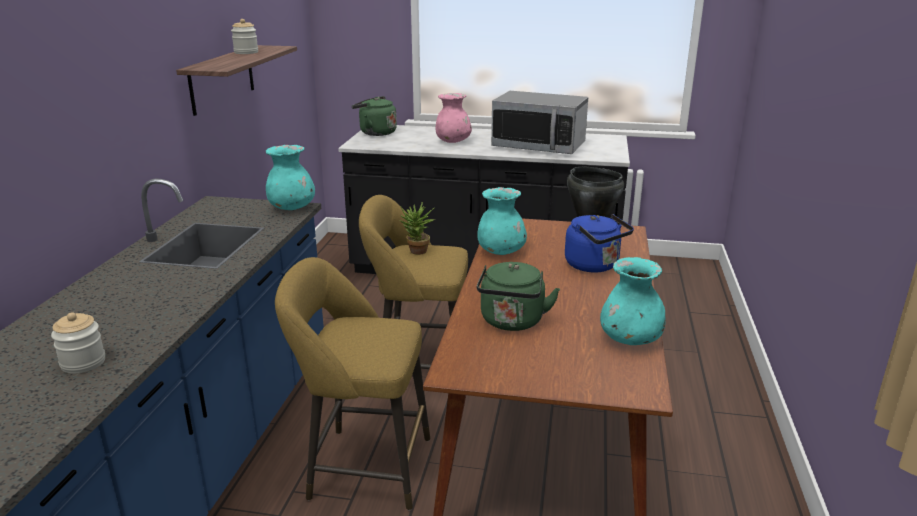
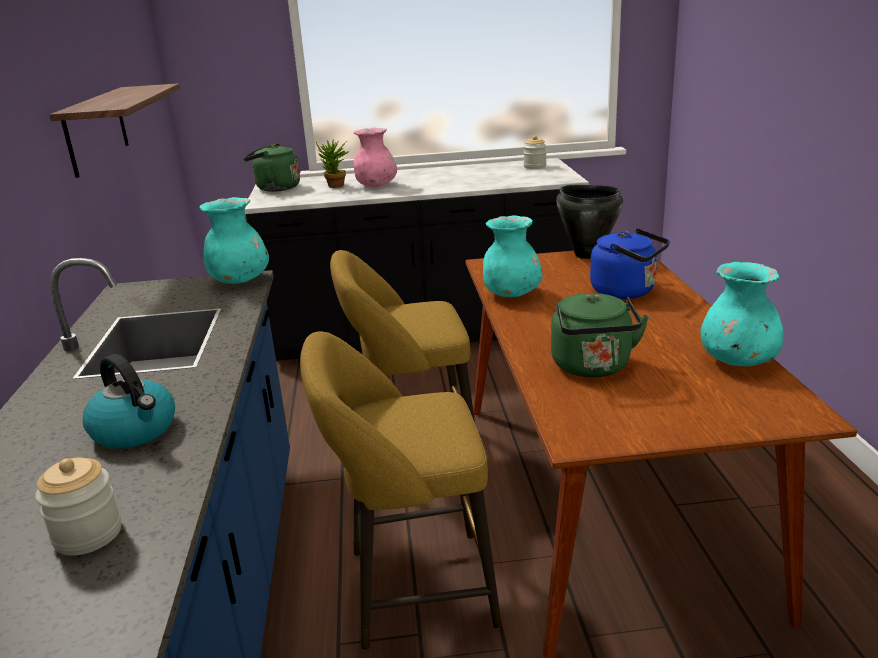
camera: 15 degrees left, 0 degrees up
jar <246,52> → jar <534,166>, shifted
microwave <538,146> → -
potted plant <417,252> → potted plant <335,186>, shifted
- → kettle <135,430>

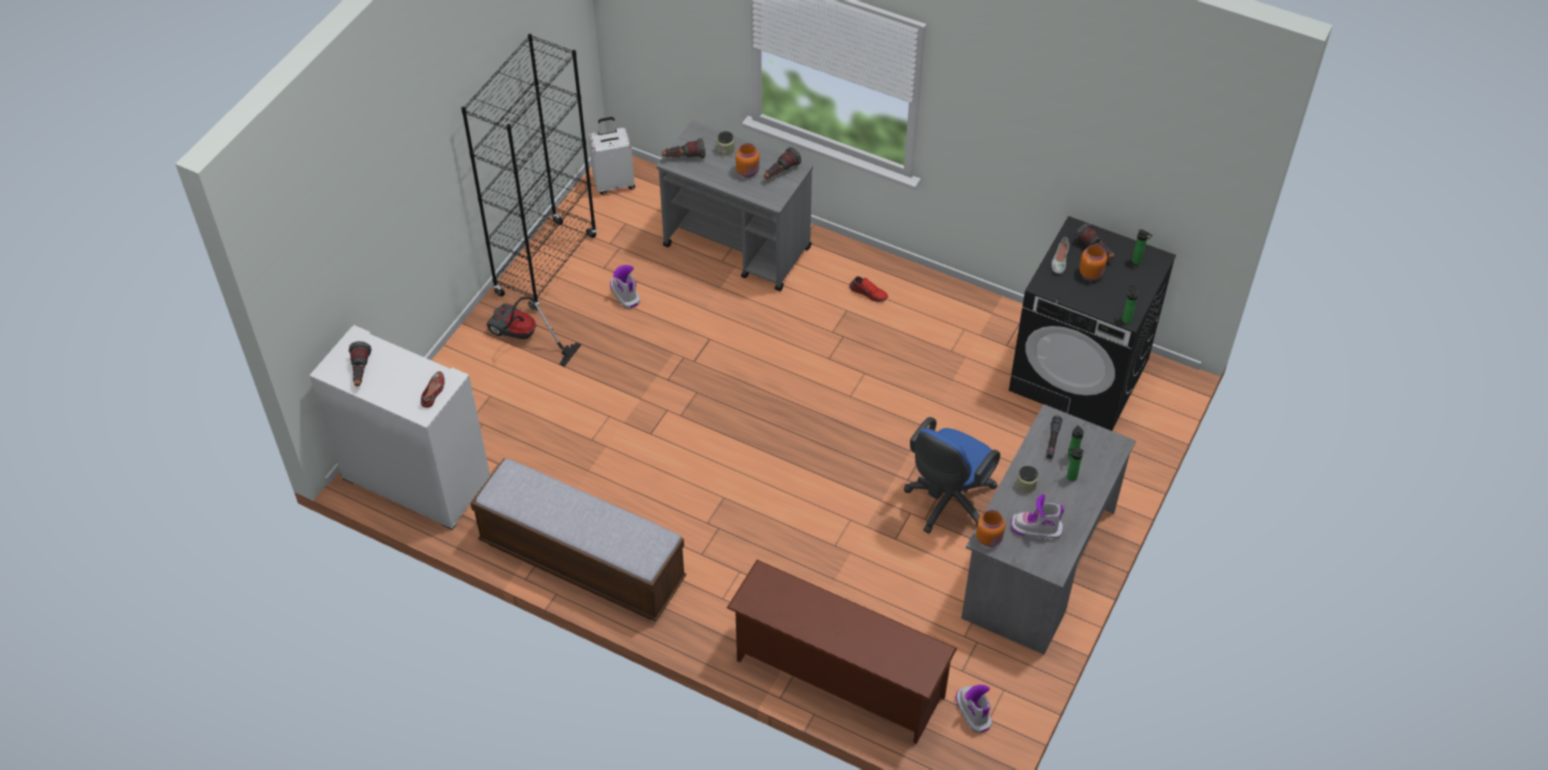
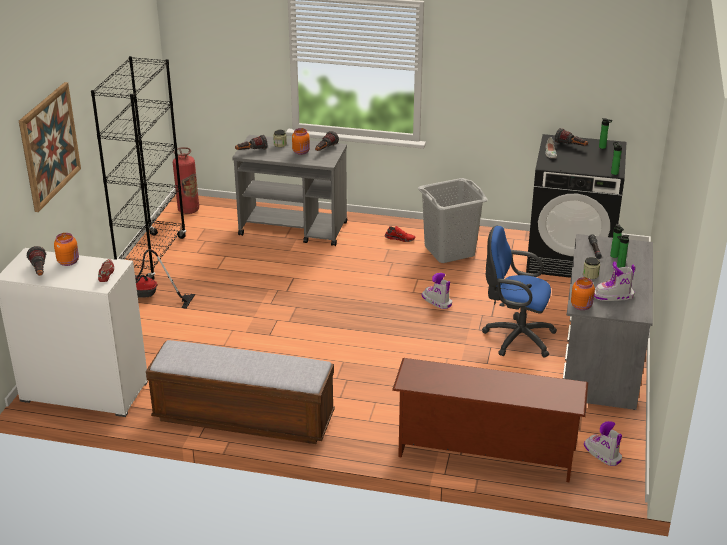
camera: 15 degrees left, 20 degrees down
white suitcase <614,183> → fire extinguisher <188,210>
orange jar <1091,273> → orange jar <69,262>, shifted
boot <624,294> → boot <436,301>, shifted
blue office chair <947,503> → blue office chair <515,338>, 90 degrees clockwise
- → picture <49,146>
- → grey laundry basket <450,251>

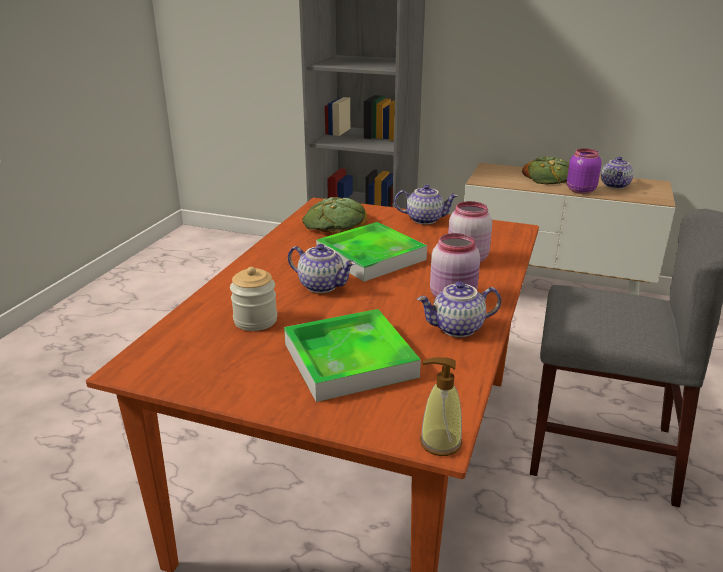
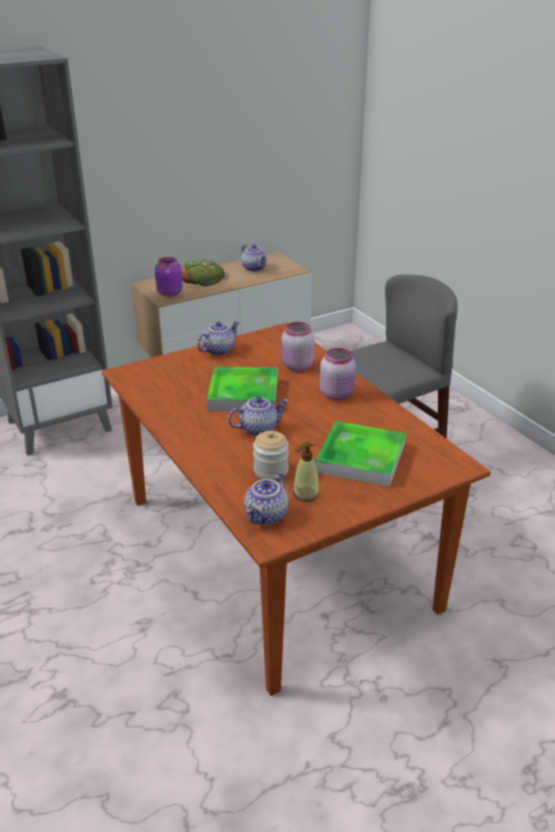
camera: 50 degrees left, 5 degrees up
purple jar <579,190> → purple jar <169,293>, shifted
bread <335,223> → -
teapot <457,329> → teapot <267,516>, shifted
soap dispenser <440,442> → soap dispenser <305,494>, shifted

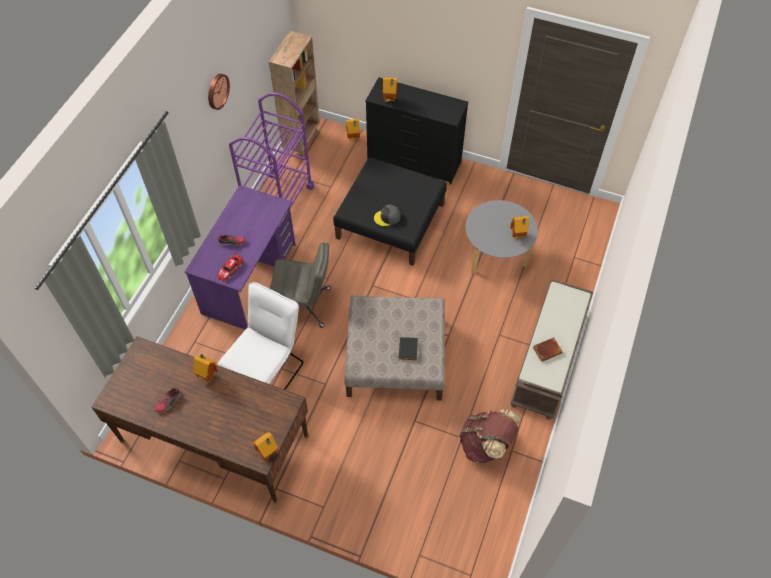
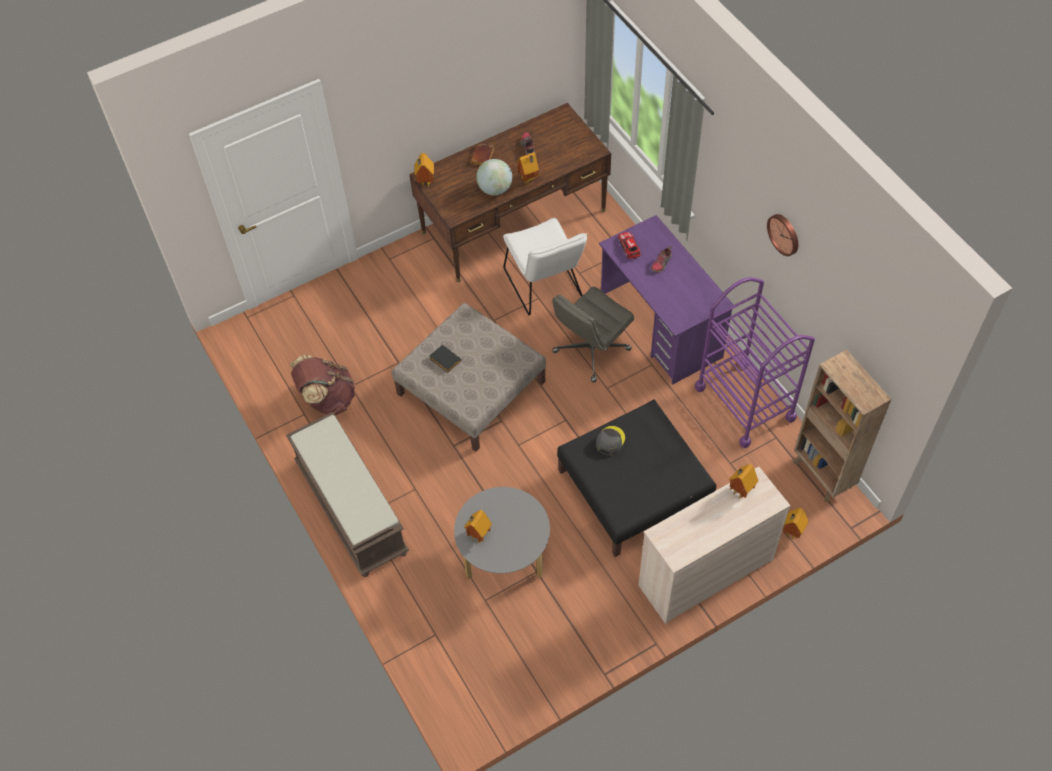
camera: 130 degrees right, 0 degrees up
black dresser <414,161> → beige dresser <705,572>
brown book <547,350> → brown book <483,157>, shifted
- → globe <495,189>

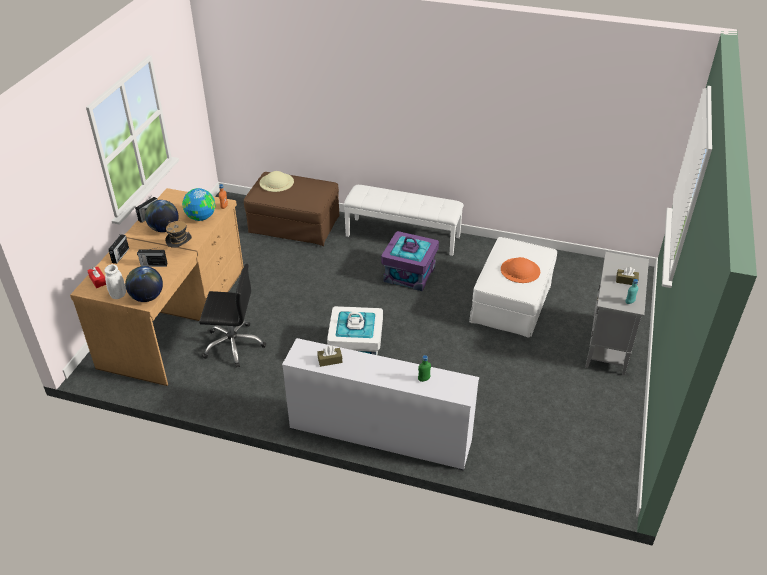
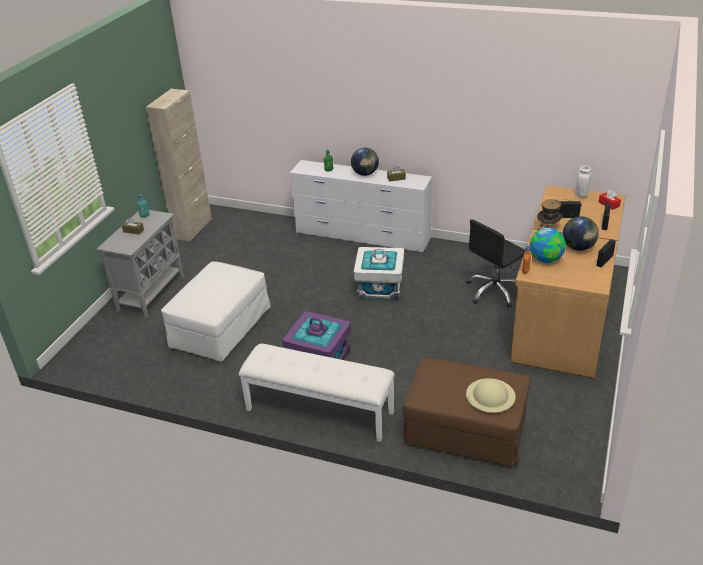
camera: 175 degrees left, 5 degrees down
orange hat <520,270> → -
black office chair <233,345> → black office chair <494,291>, 45 degrees counterclockwise
globe <147,297> → globe <365,174>, shifted
- → beige cabinet <192,228>

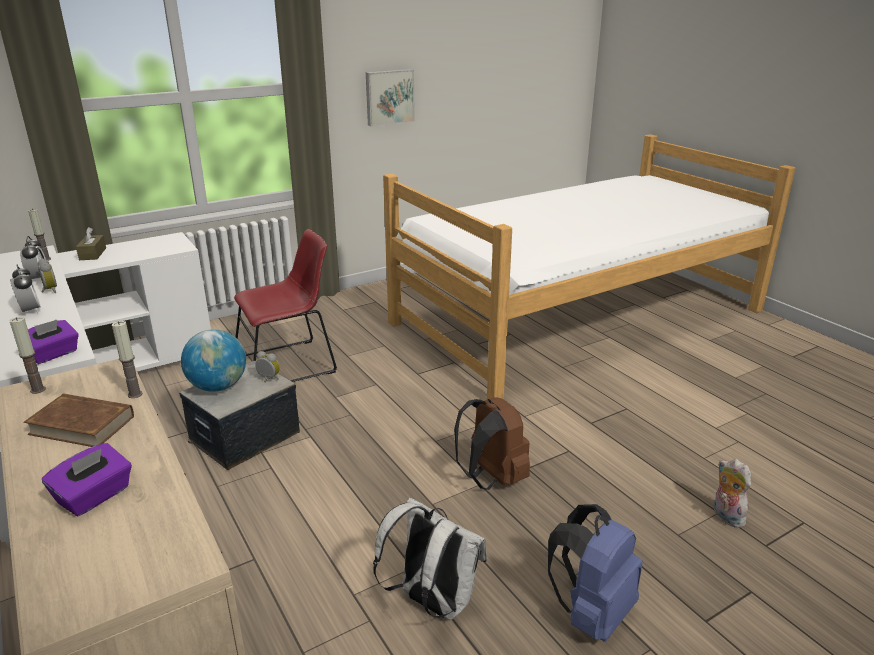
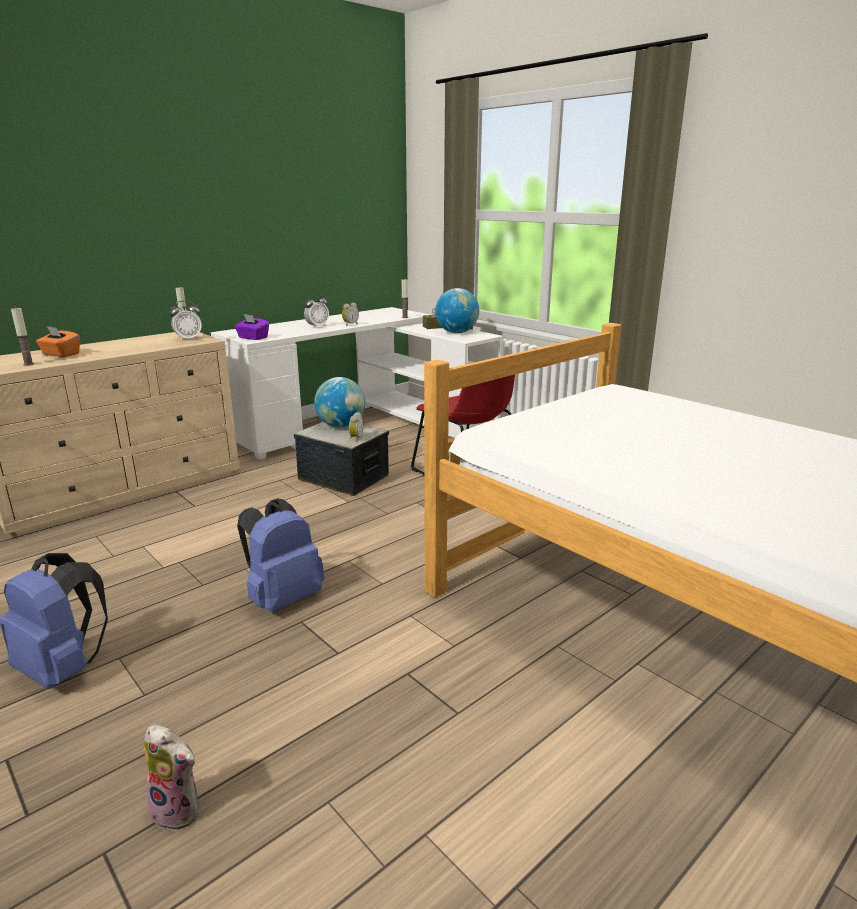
camera: 80 degrees right, 5 degrees down
picture <389,97> → -
alarm clock <39,279> → alarm clock <188,339>, shifted
candle <135,394> → candle <28,364>, shifted
brown book <82,425> → -
brown backpack <491,478> → blue backpack <283,598>
purple tissue box <95,496> → orange tissue box <60,354>
plush toy <725,516> → plush toy <179,809>, 60 degrees clockwise
white backpack <432,602> → -
- → globe <456,332>

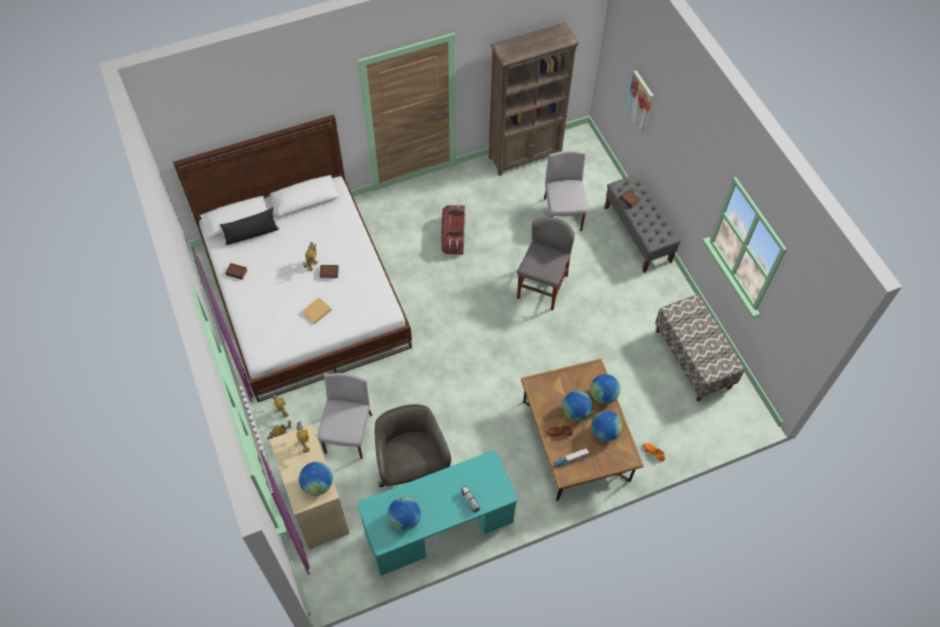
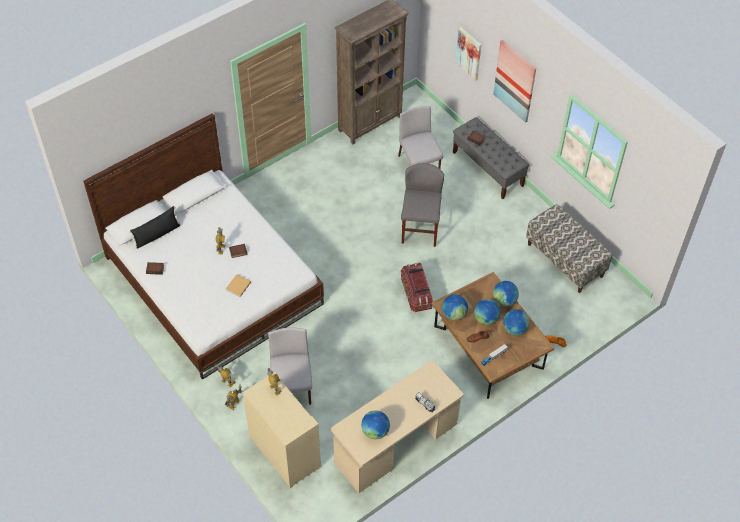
camera: 15 degrees left, 5 degrees down
storage box <453,236> → storage box <416,293>, shifted
grey office chair <412,470> → -
turquoise desk <439,528> → beige desk <396,444>
globe <317,484> → globe <454,314>, shifted
- → picture <515,81>

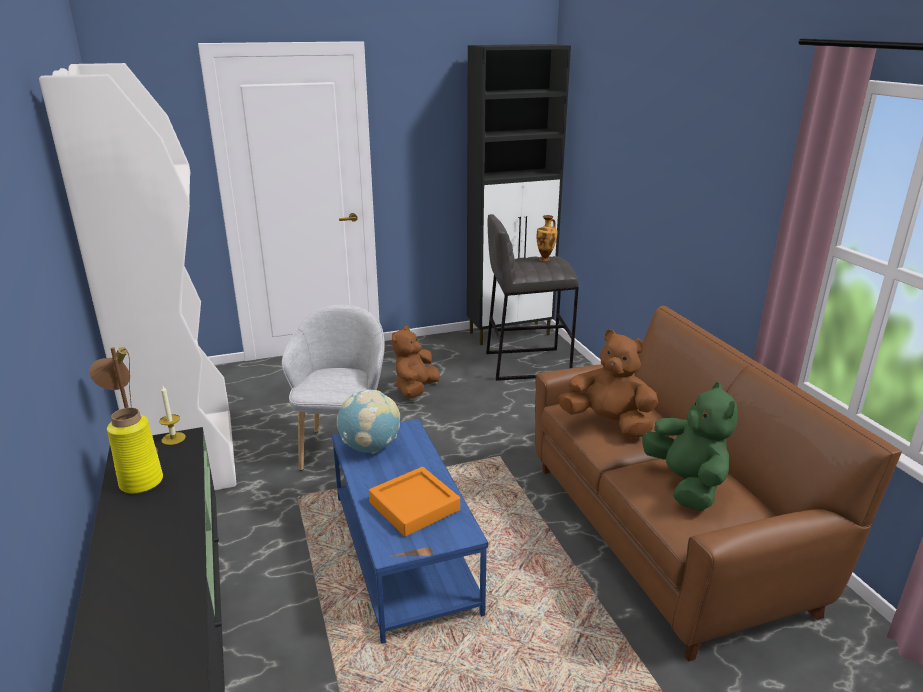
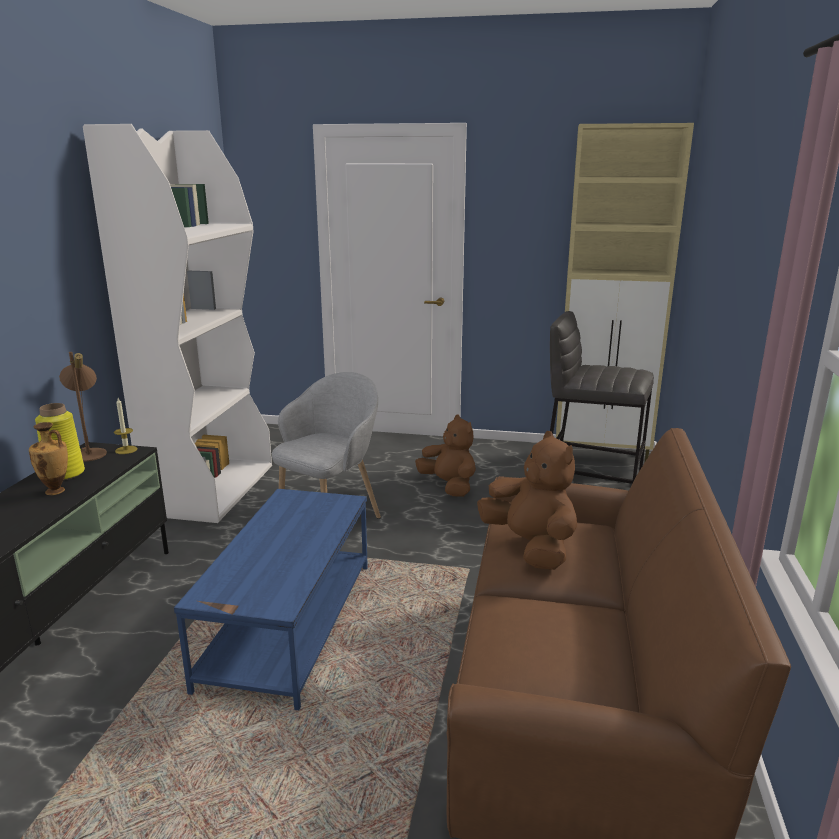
camera: 30 degrees right, 5 degrees down
black cabinet <510,333> → beige cabinet <602,457>
vase <545,259> → vase <56,491>, shifted
brown plush toy <415,390> → brown plush toy <449,486>, 90 degrees clockwise
green plush toy <686,484> → -
globe <370,447> → -
orange tray <414,506> → -

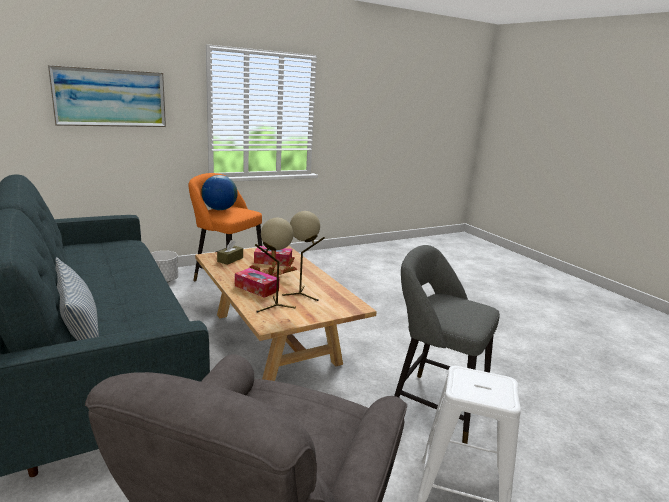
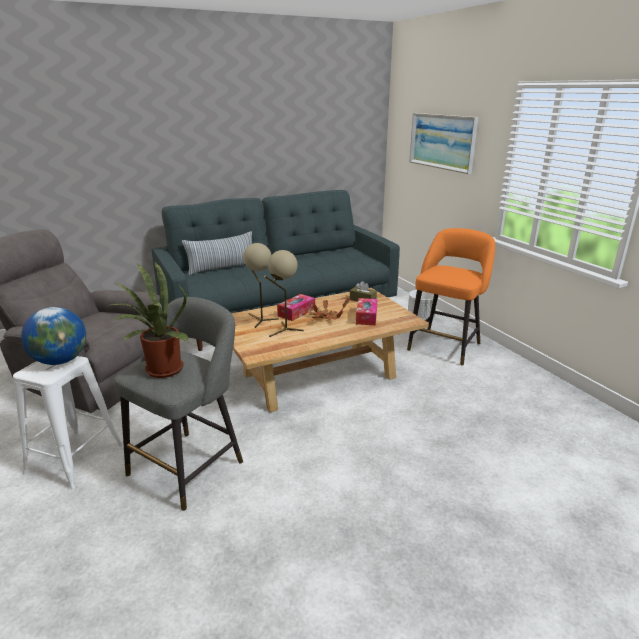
camera: 95 degrees right, 5 degrees up
globe <219,209> → globe <61,361>, shifted
- → potted plant <160,370>

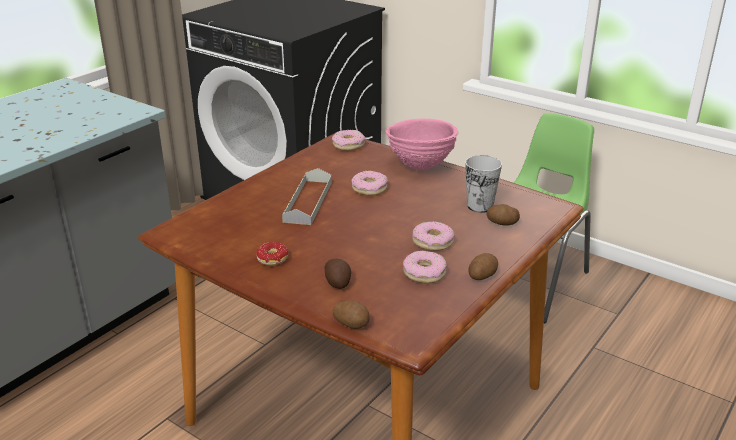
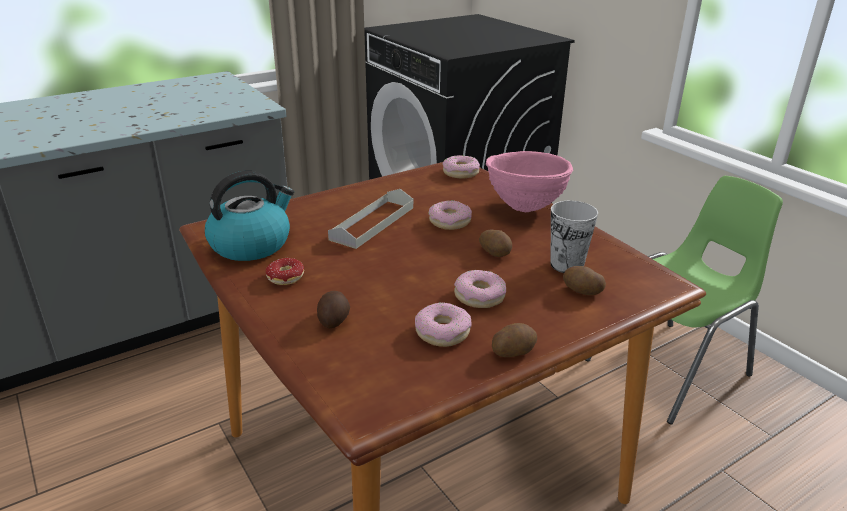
camera: 20 degrees right, 0 degrees up
potato <352,323> → potato <495,252>, shifted
- → kettle <251,244>

